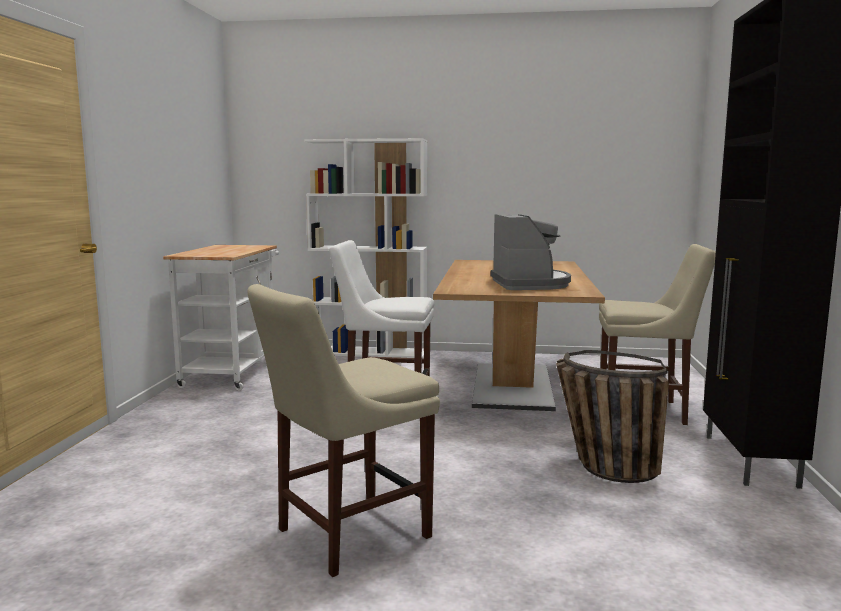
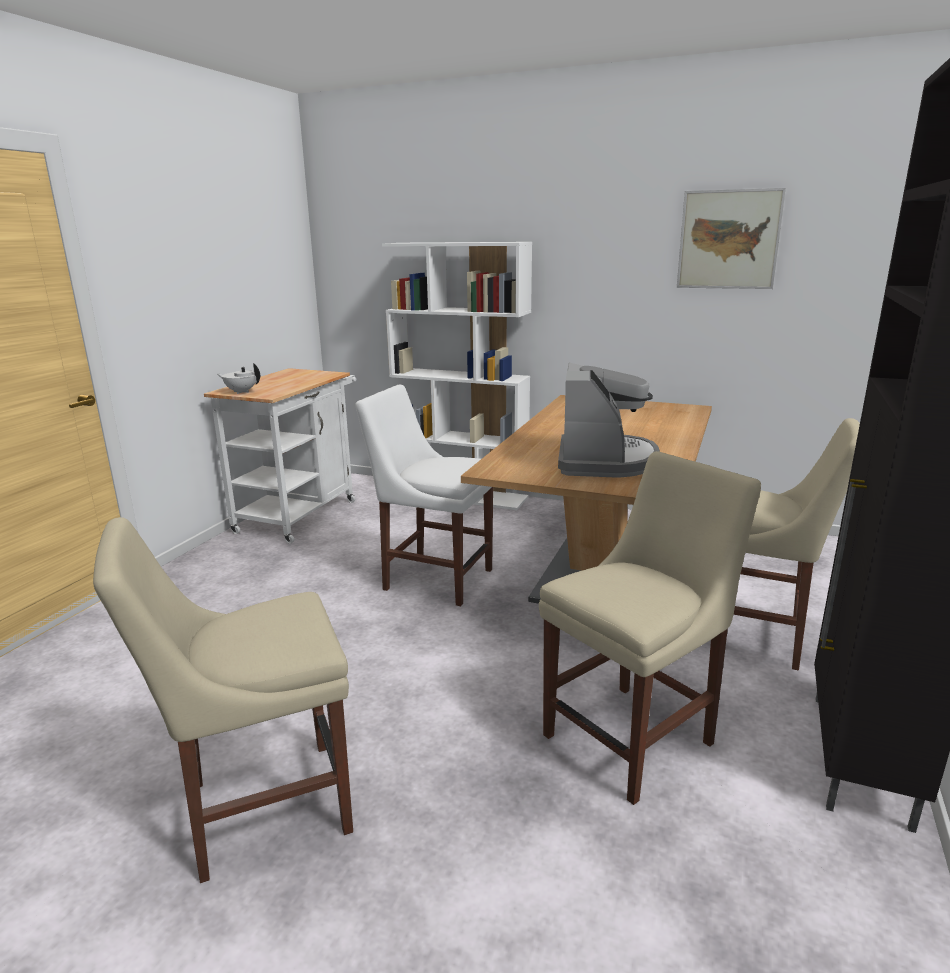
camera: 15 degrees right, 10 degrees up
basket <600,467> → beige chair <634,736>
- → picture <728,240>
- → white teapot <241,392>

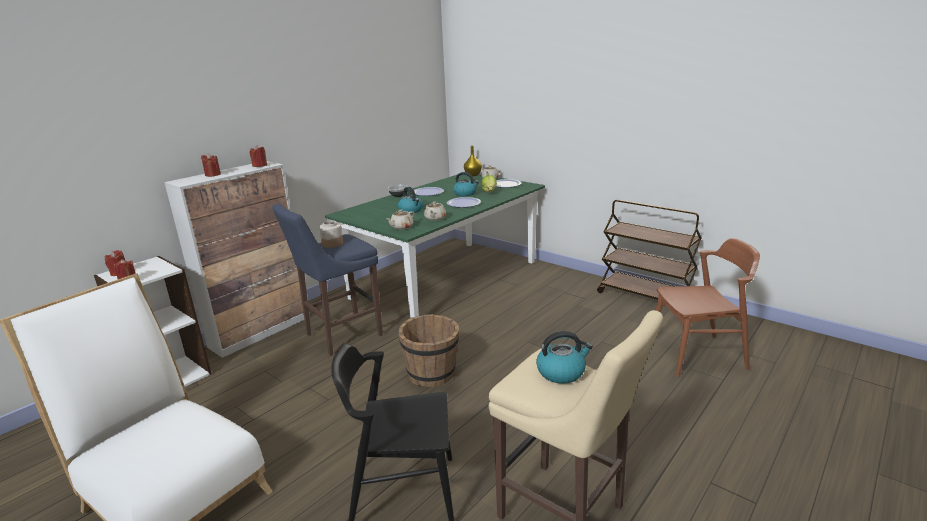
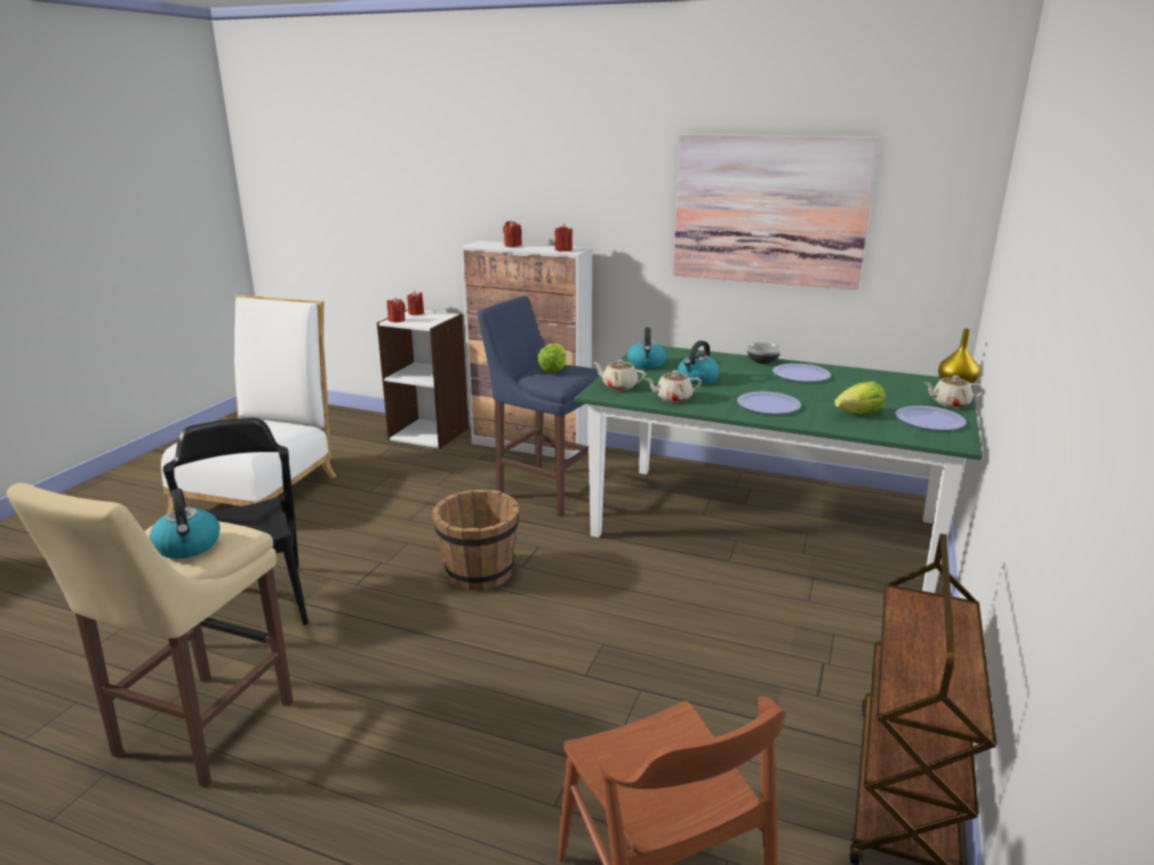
camera: 70 degrees right, 0 degrees up
kettle <465,193> → kettle <646,364>, shifted
jar <332,244> → lettuce <553,369>
- → picture <769,210>

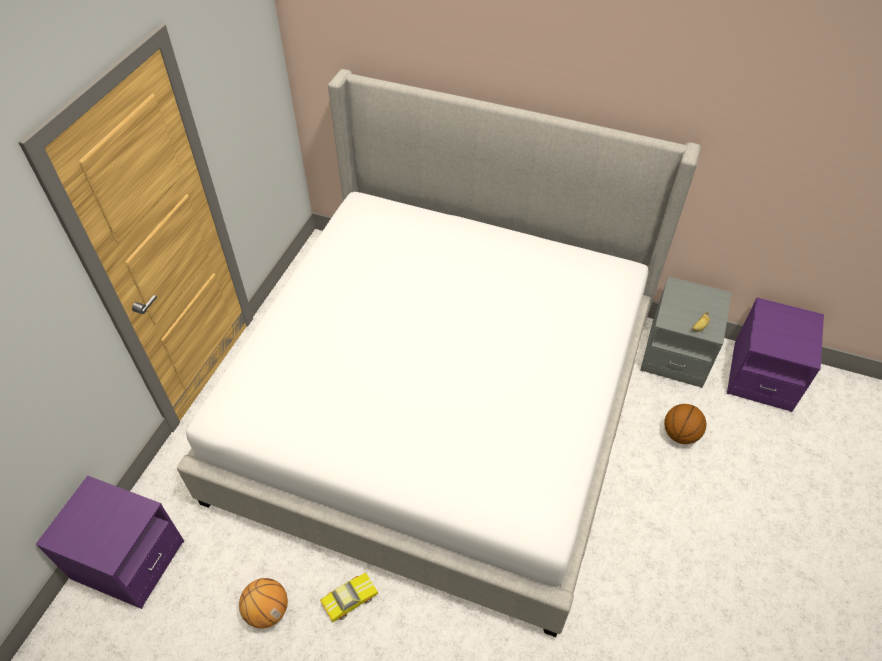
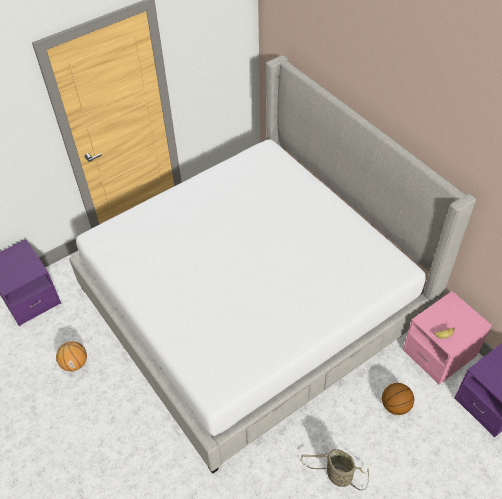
camera: 35 degrees right, 0 degrees up
grey nightstand <676,354> → pink nightstand <439,353>
toy car <348,598> → -
- → basket <337,475>

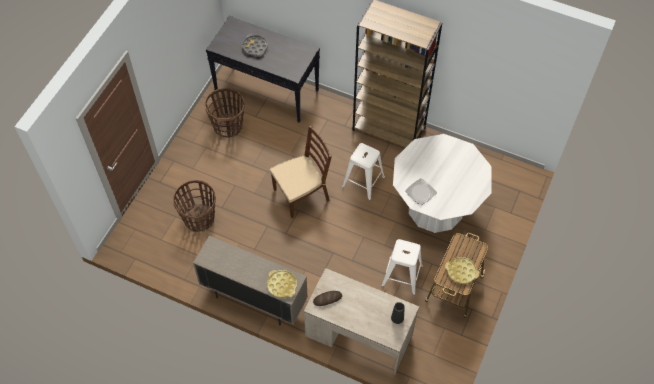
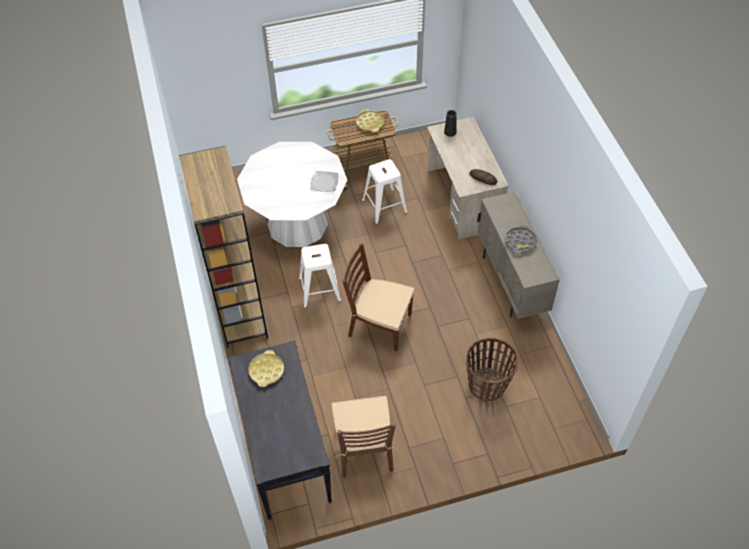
camera: 130 degrees left, 5 degrees down
grey tray <255,47> → grey tray <520,242>, shifted
basket <228,126> → brown chair <364,449>
yellow tray <282,285> → yellow tray <266,371>, shifted

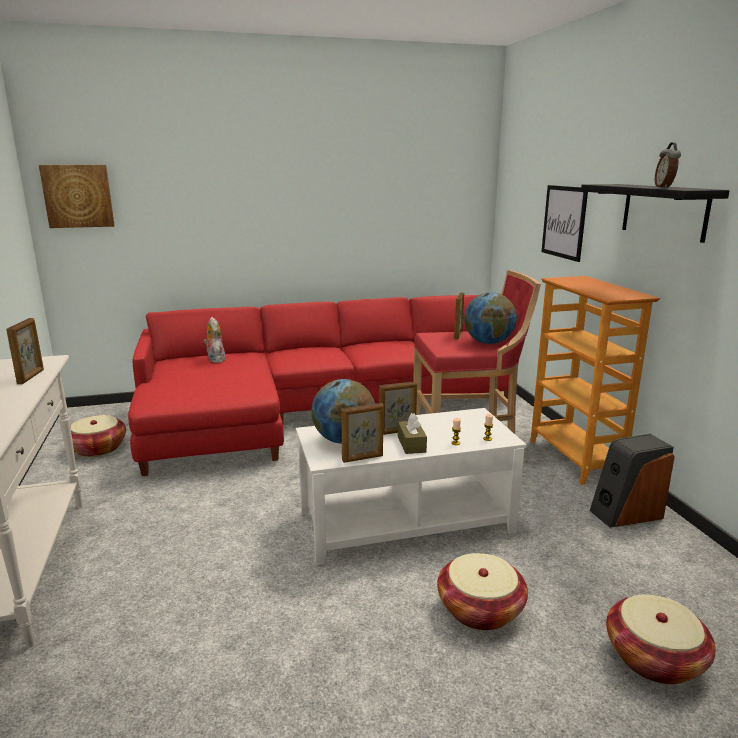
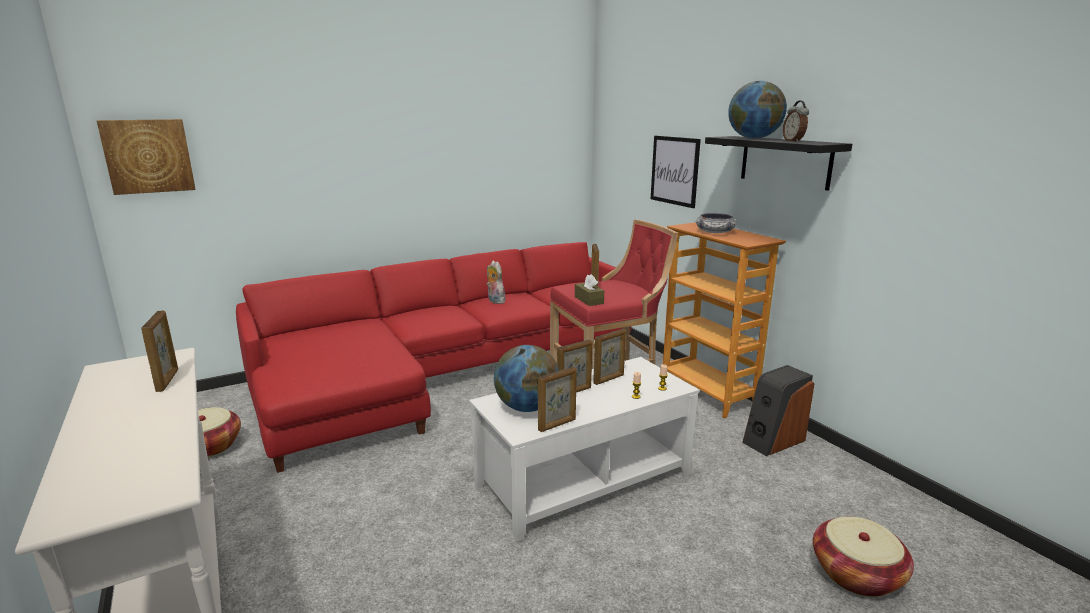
camera: 15 degrees left, 0 degrees up
globe <488,343> → globe <753,138>, shifted
plush toy <215,359> → plush toy <494,301>, shifted
brown tissue box <411,444> → brown tissue box <589,300>, shifted
basket <480,609> → -
- → bowl <715,232>
- → picture frame <609,379>

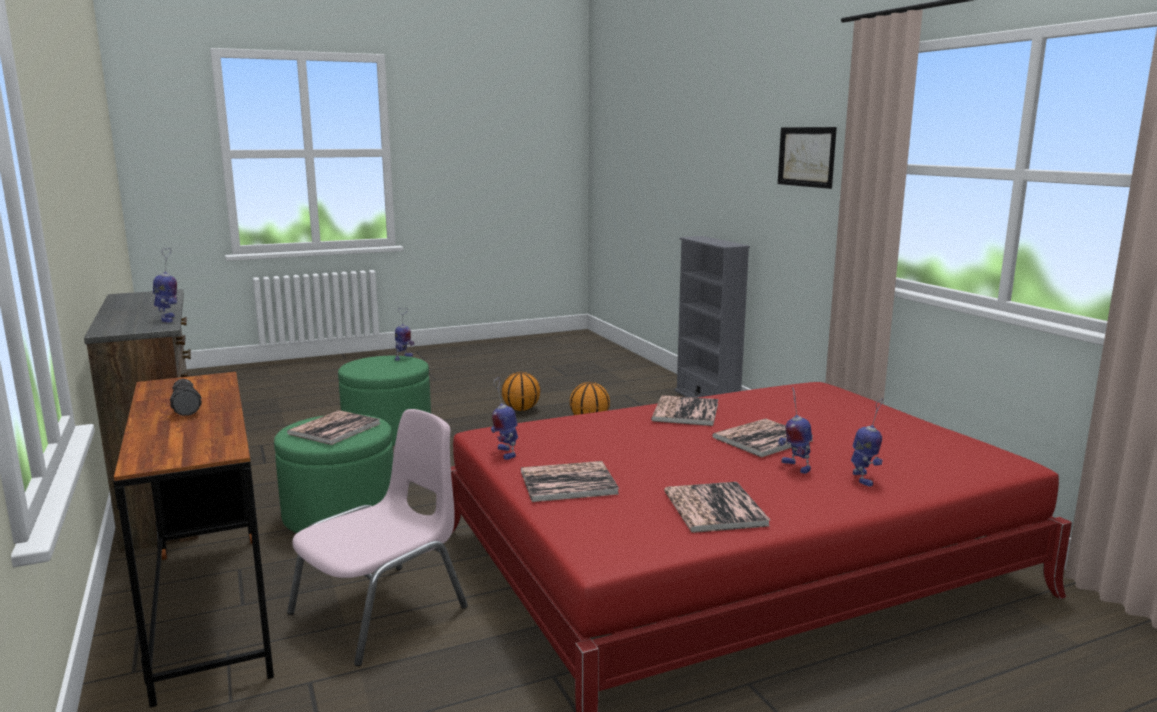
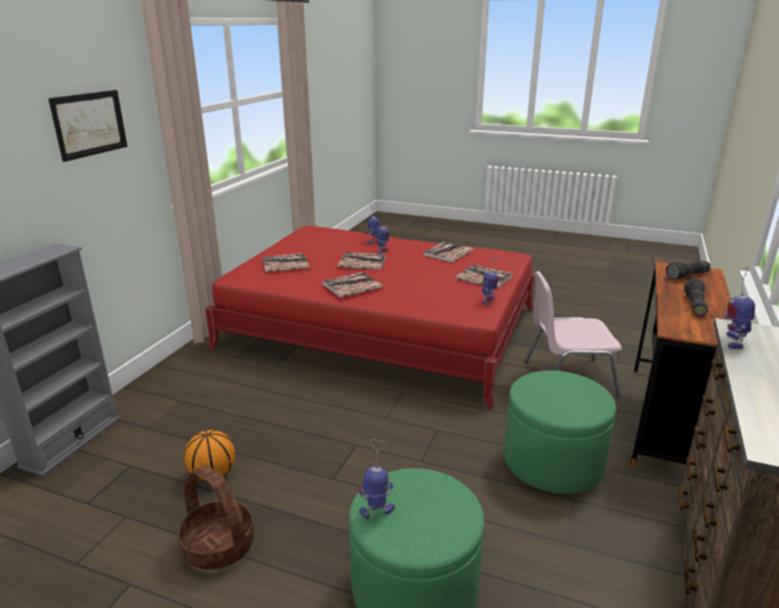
camera: 135 degrees left, 10 degrees up
basketball <521,409> → basket <218,546>
book <334,429> → book <285,264>, shifted
- → flashlight <687,276>

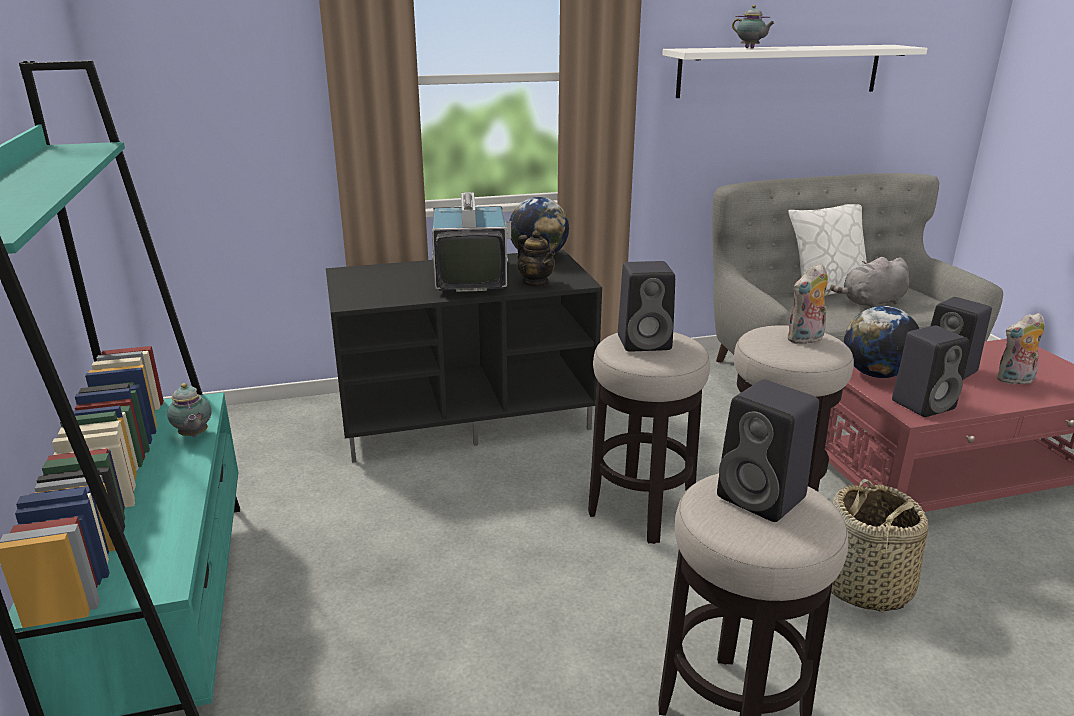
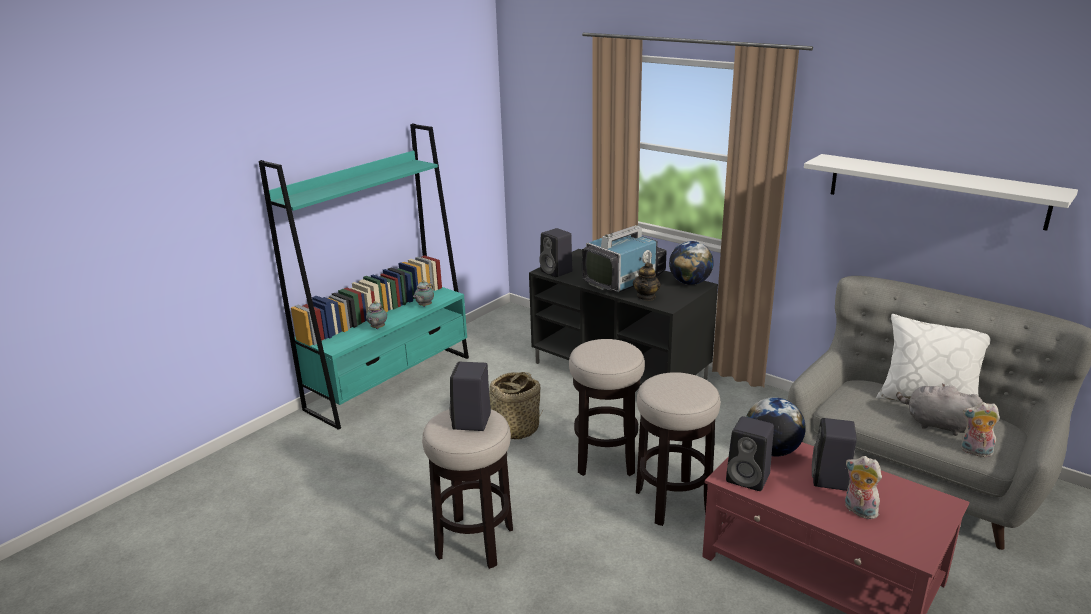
camera: 55 degrees right, 0 degrees up
teapot <750,48> → teapot <377,328>, shifted
black speaker <646,342> → black speaker <557,272>, shifted
plush toy <805,340> → plush toy <975,452>, shifted
basket <864,586> → basket <514,428>, shifted

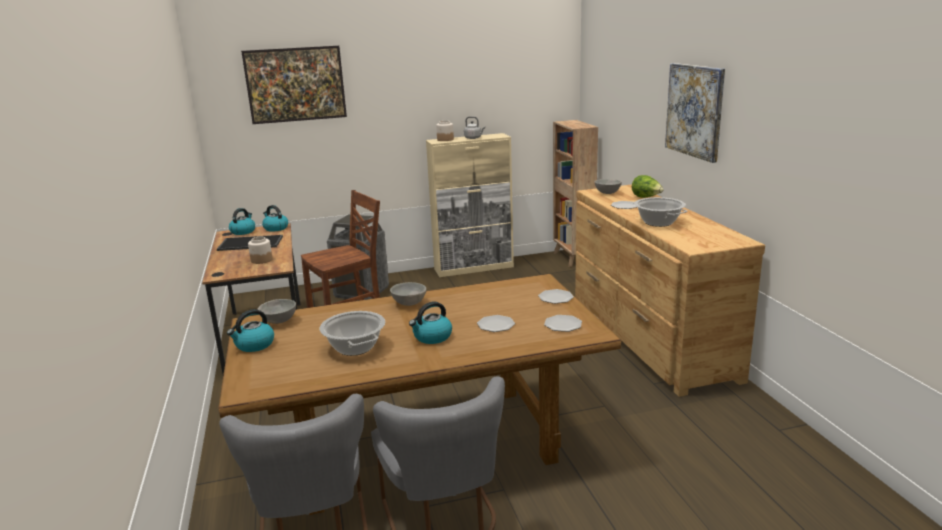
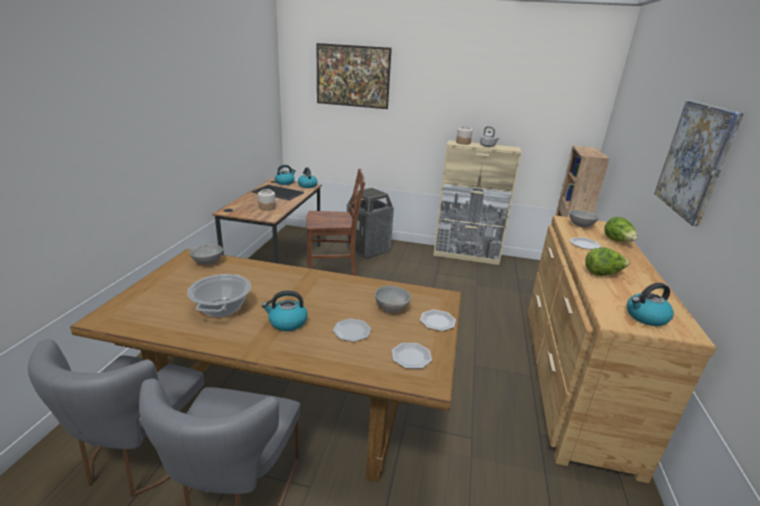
camera: 25 degrees right, 5 degrees up
cooking pot <658,222> → lettuce <602,274>
grey bowl <409,303> → grey bowl <392,308>, shifted
kettle <254,345> → kettle <645,317>, shifted

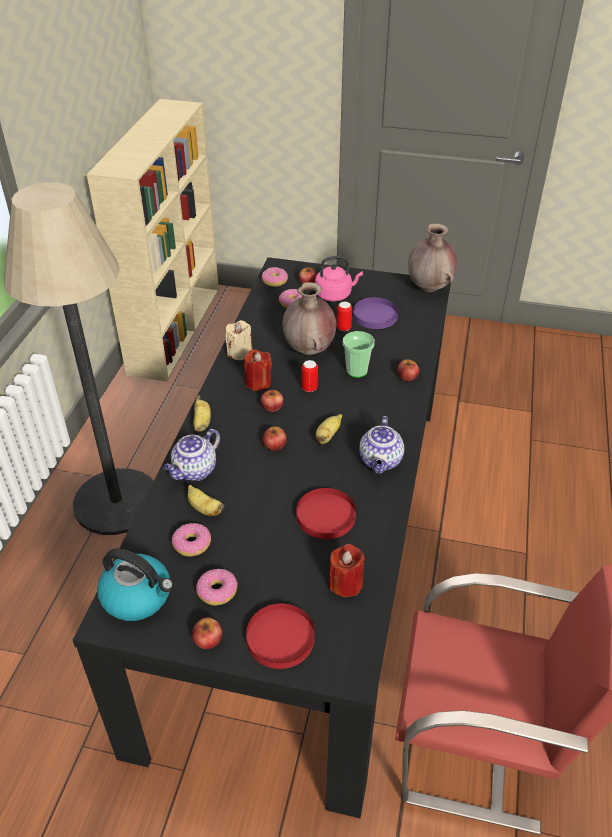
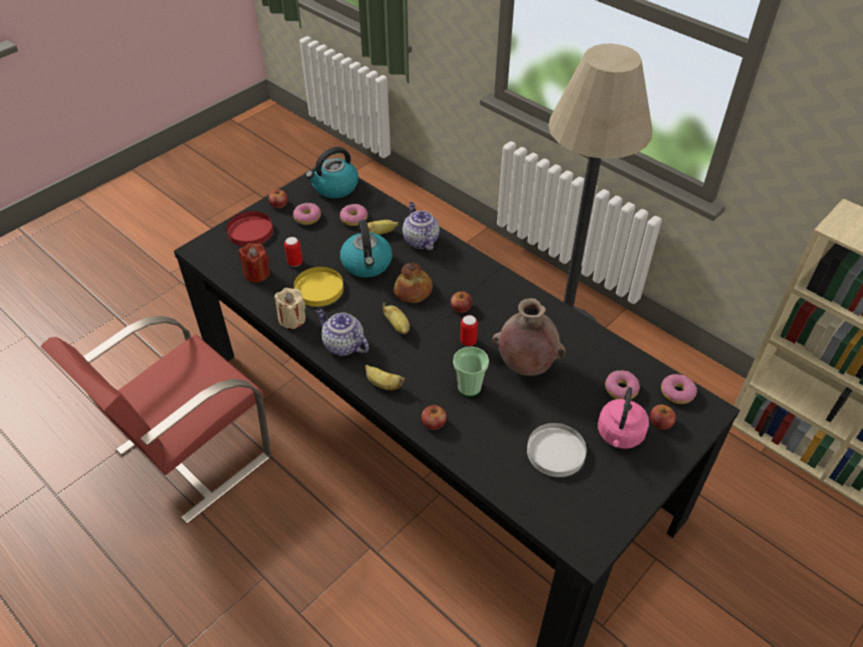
camera: 120 degrees right, 5 degrees up
brown vase <429,288> → -
purple plate <375,315> → white plate <556,452>
can <344,328> → can <295,262>, shifted
beige candle <240,353> → beige candle <292,319>, shifted
red candle <258,382> → -
banana <202,423> → banana <383,384>, shifted
apple <274,444> → bread <413,291>
red plate <325,516> → yellow plate <319,288>
- → kettle <367,264>

